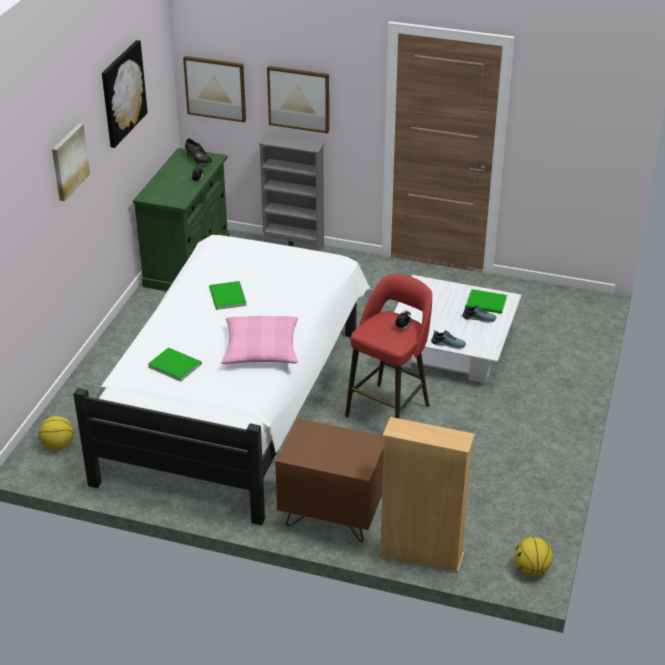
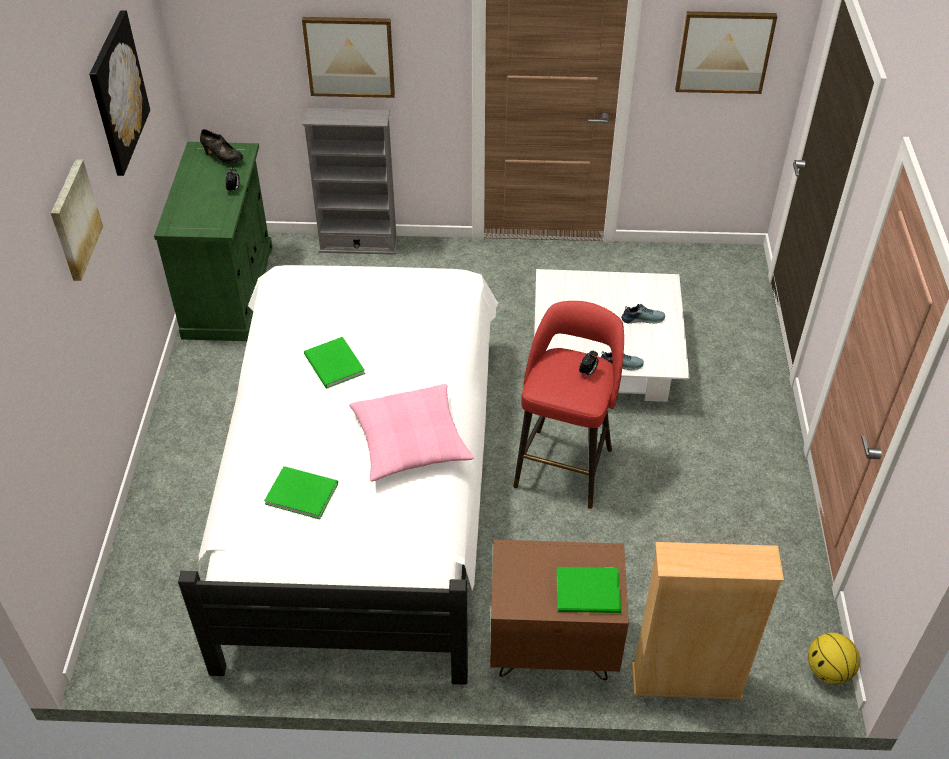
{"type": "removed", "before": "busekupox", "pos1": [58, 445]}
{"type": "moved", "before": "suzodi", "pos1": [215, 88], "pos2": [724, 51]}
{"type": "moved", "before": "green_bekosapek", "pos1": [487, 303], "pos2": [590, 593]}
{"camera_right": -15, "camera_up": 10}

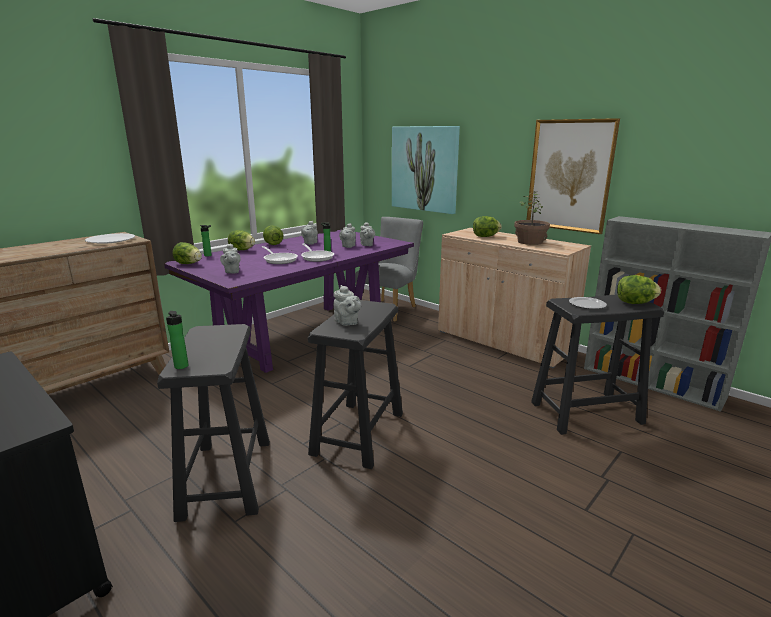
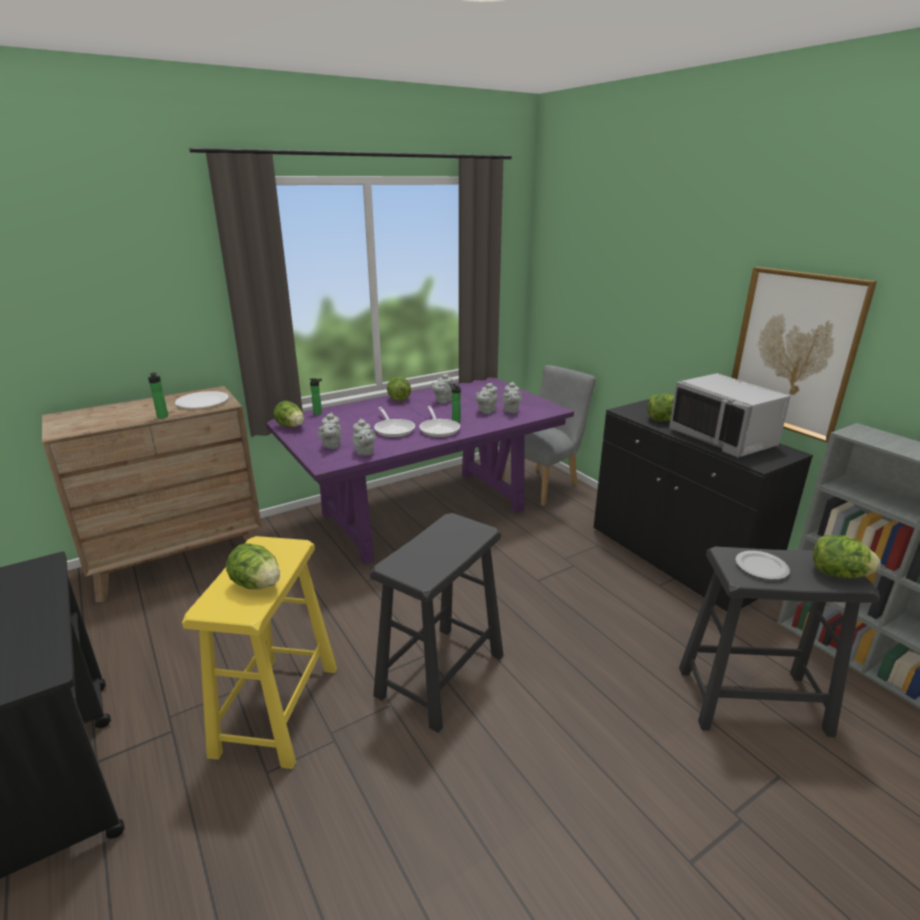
{"type": "removed", "before": "suzodi", "pos1": [425, 169]}
{"type": "moved", "before": "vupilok", "pos1": [182, 367], "pos2": [162, 417]}
{"type": "moved", "before": "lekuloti", "pos1": [242, 250], "pos2": [257, 584]}
{"type": "moved", "before": "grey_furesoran", "pos1": [347, 322], "pos2": [364, 452]}
{"type": "replaced", "before": "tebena", "after": "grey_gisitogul", "pos1": [530, 242], "pos2": [723, 438]}
{"type": "recoloured", "before": "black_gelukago", "after": "yellow_gelukago", "pos1": [226, 478], "pos2": [276, 710]}
{"type": "recoloured", "before": "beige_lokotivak", "after": "black_lokotivak", "pos1": [503, 341], "pos2": [676, 558]}
{"camera_right": 15, "camera_up": 5}

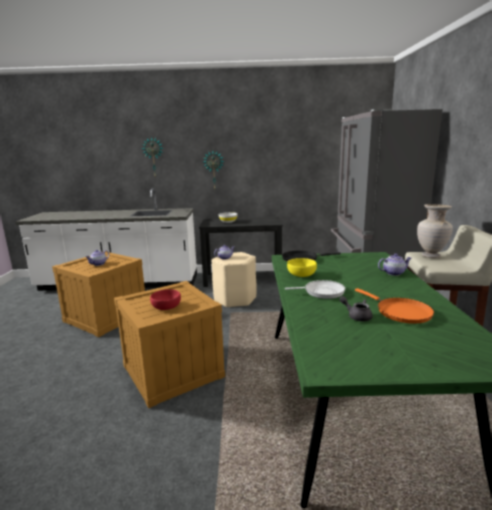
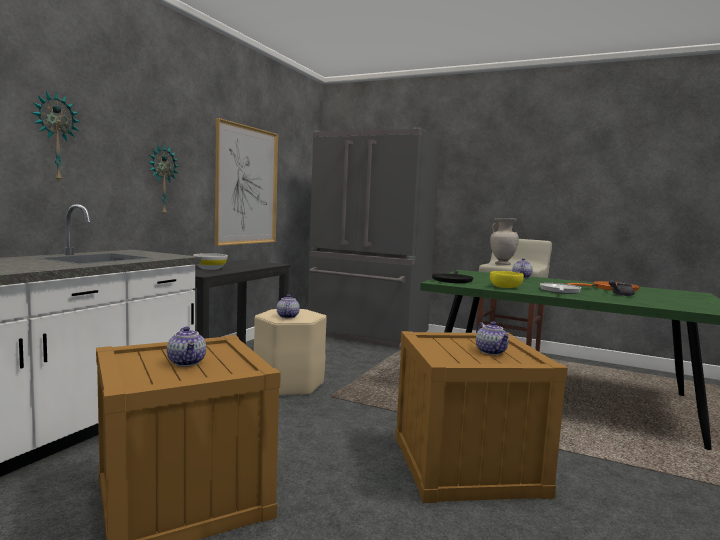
{"type": "added", "after": "suzodi", "pos2": [247, 186]}
{"type": "replaced", "before": "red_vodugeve", "after": "furesoran", "pos1": [167, 307], "pos2": [492, 352]}
{"camera_right": -65, "camera_up": -10}

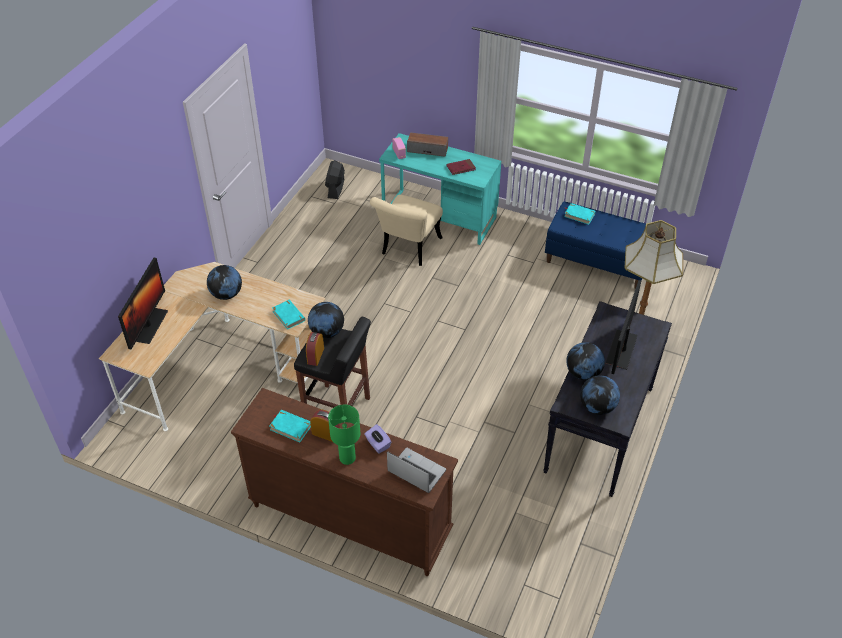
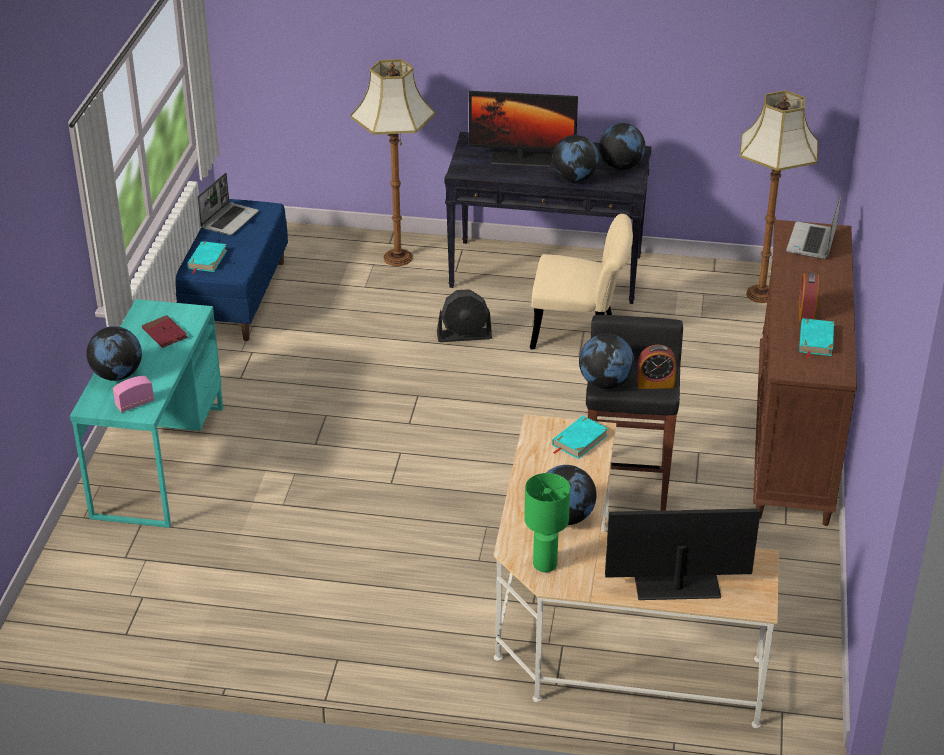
{"type": "removed", "before": "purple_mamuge", "pos1": [378, 444]}
{"type": "added", "after": "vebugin", "pos2": [229, 219]}
{"type": "added", "after": "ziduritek", "pos2": [761, 294]}
{"type": "moved", "before": "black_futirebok", "pos1": [335, 189], "pos2": [464, 335]}
{"type": "moved", "before": "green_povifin", "pos1": [347, 458], "pos2": [544, 565]}
{"type": "moved", "before": "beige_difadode", "pos1": [408, 249], "pos2": [580, 331]}
{"type": "replaced", "before": "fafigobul", "after": "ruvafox", "pos1": [427, 149], "pos2": [117, 375]}
{"camera_right": -105, "camera_up": -10}

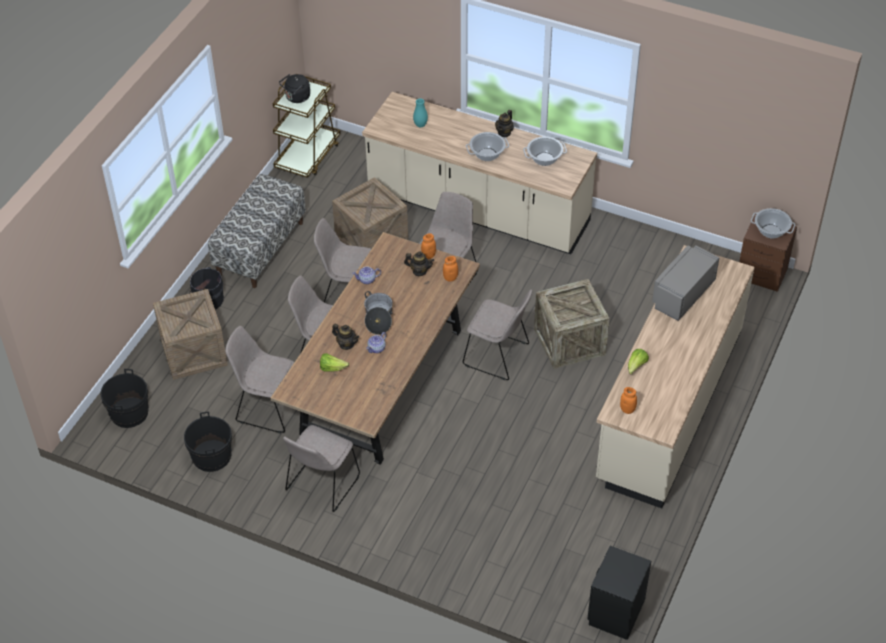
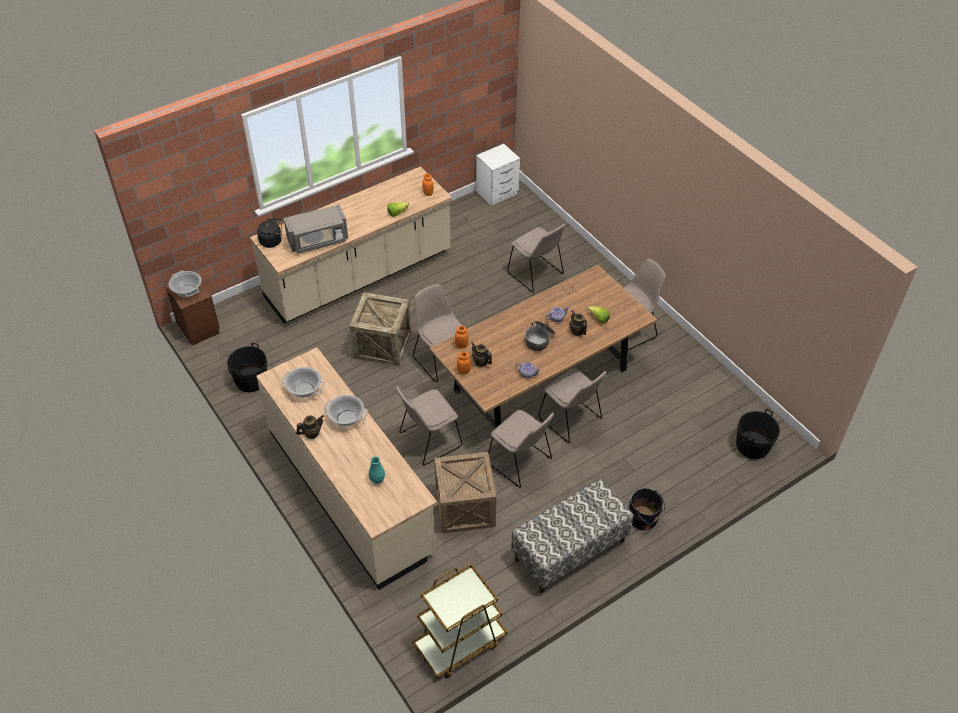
{"type": "removed", "before": "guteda", "pos1": [194, 352]}
{"type": "moved", "before": "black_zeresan", "pos1": [212, 456], "pos2": [251, 380]}
{"type": "moved", "before": "beige_difadode", "pos1": [267, 407], "pos2": [536, 274]}
{"type": "moved", "before": "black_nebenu", "pos1": [296, 98], "pos2": [272, 241]}
{"type": "recoloured", "before": "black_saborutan", "after": "white_saborutan", "pos1": [615, 612], "pos2": [498, 193]}
{"camera_right": -150, "camera_up": 0}

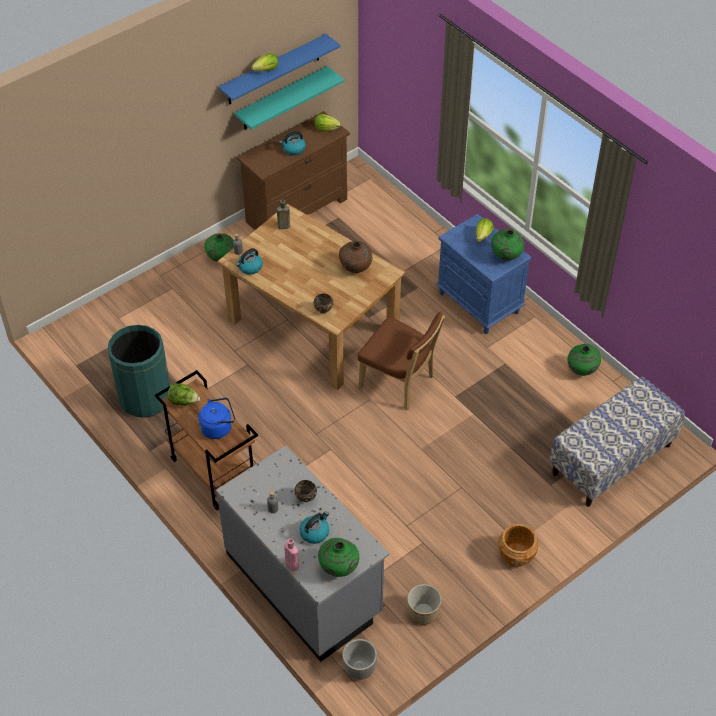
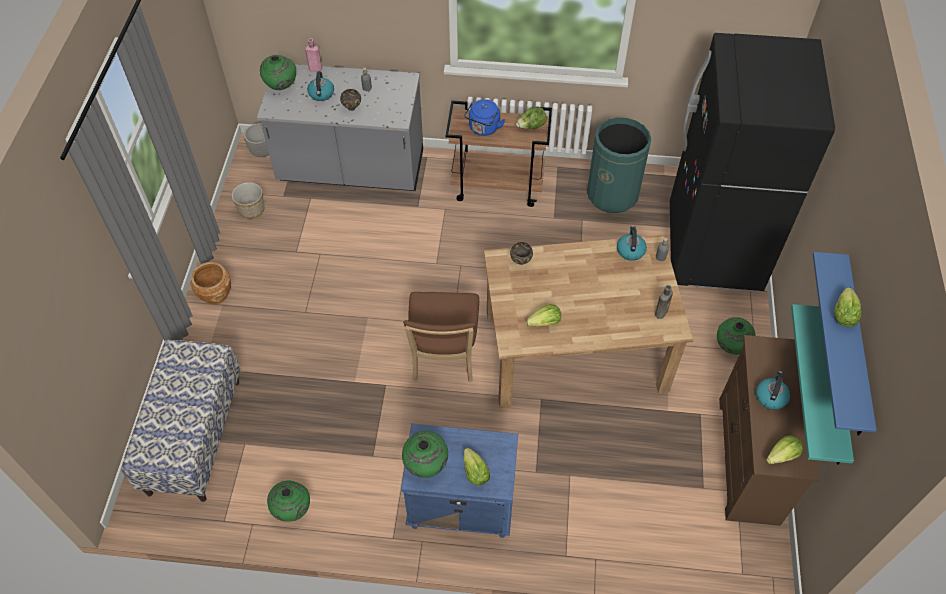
{"type": "added", "after": "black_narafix", "pos2": [713, 249]}
{"type": "replaced", "before": "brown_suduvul", "after": "lekuloti", "pos1": [355, 269], "pos2": [545, 323]}
{"type": "turned", "before": "brown_difadode", "pos1": [399, 384], "pos2": [443, 358], "turn": -75}
{"camera_right": 135, "camera_up": 5}

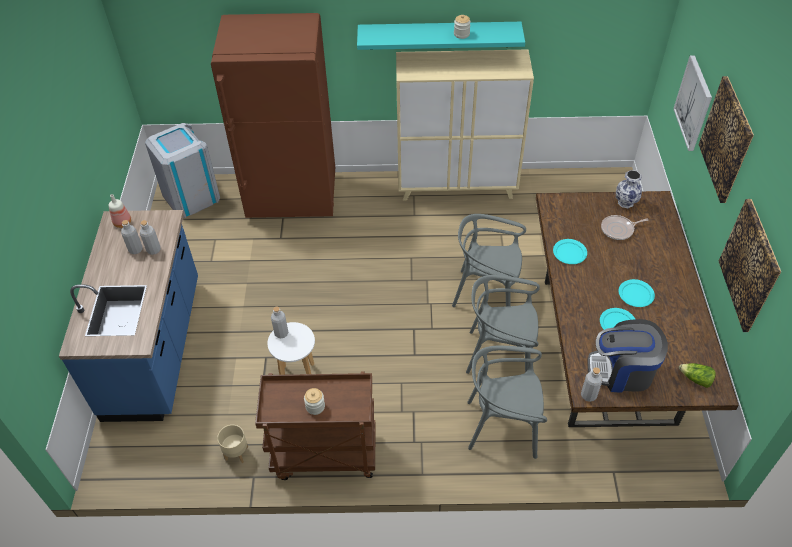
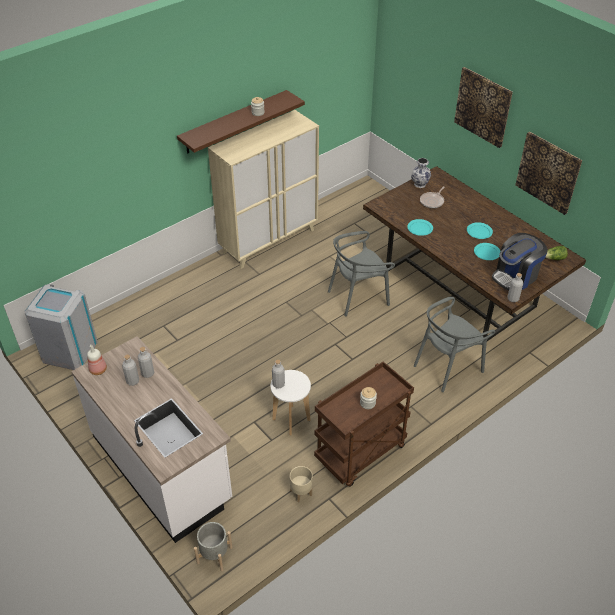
{"type": "removed", "before": "brown_narafix", "pos1": [293, 198]}
{"type": "removed", "before": "grey_difadode", "pos1": [500, 355]}
{"type": "removed", "before": "suzodi", "pos1": [694, 103]}
{"type": "added", "after": "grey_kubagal", "pos2": [214, 555]}
{"type": "recoloured", "before": "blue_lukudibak", "after": "white_lukudibak", "pos1": [155, 348], "pos2": [162, 468]}
{"type": "recoloured", "before": "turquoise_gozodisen", "after": "brown_gozodisen", "pos1": [439, 35], "pos2": [234, 122]}
{"camera_right": -40, "camera_up": -5}

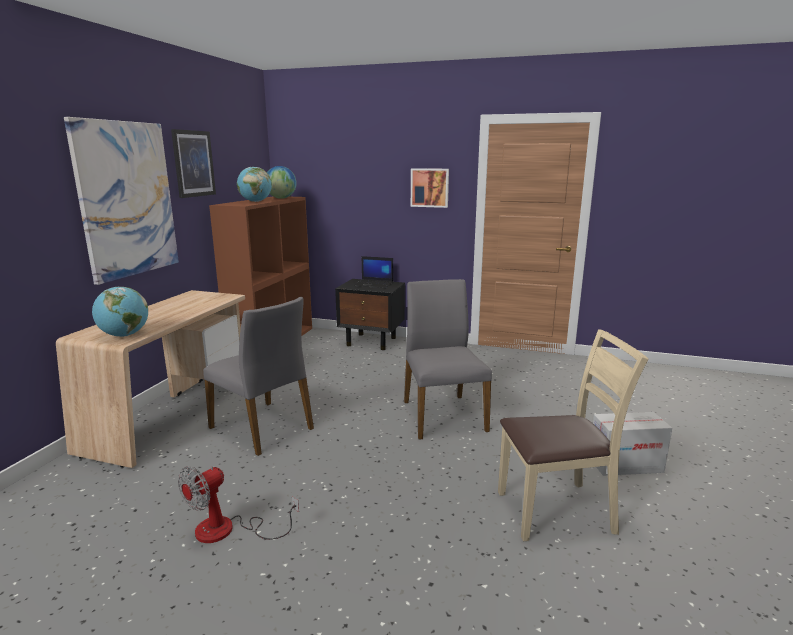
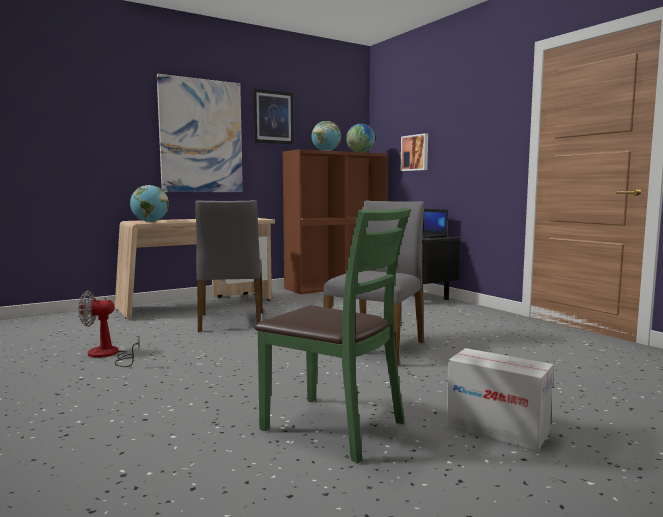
{"type": "moved", "before": "suzodi", "pos1": [430, 187], "pos2": [415, 153]}
{"type": "recoloured", "before": "beige_difadode", "after": "green_difadode", "pos1": [556, 511], "pos2": [334, 427]}
{"camera_right": 40, "camera_up": -10}

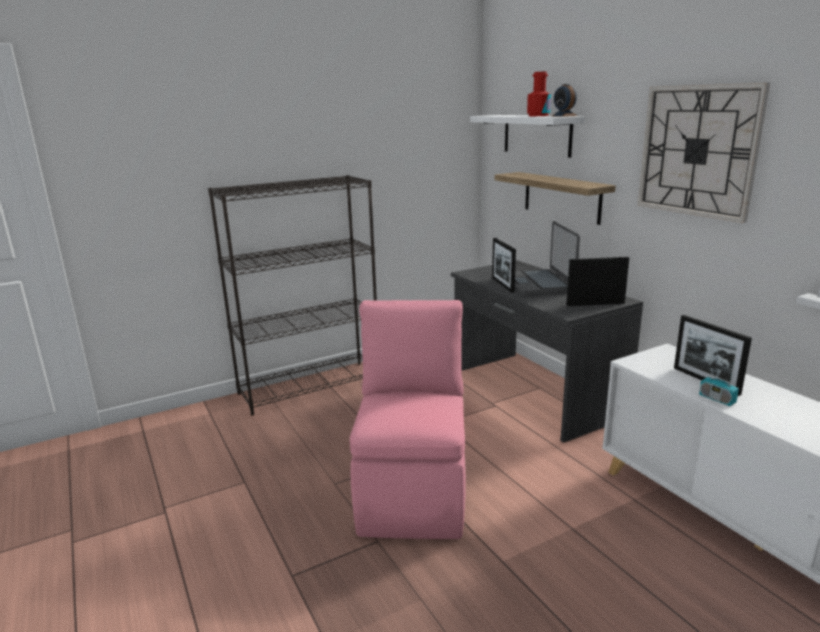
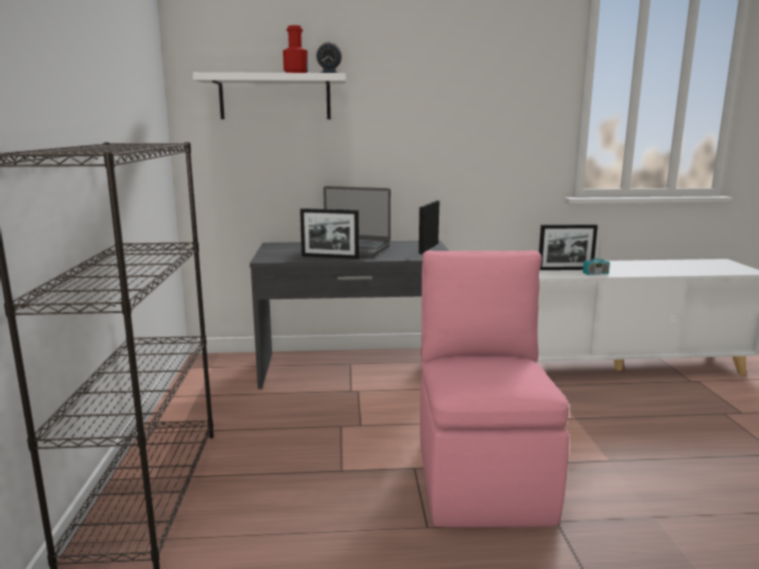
{"type": "removed", "before": "gozodisen", "pos1": [561, 197]}
{"type": "removed", "before": "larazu", "pos1": [697, 151]}
{"type": "turned", "before": "pink_difadode", "pos1": [413, 493], "pos2": [482, 477], "turn": 60}
{"camera_right": -65, "camera_up": -5}

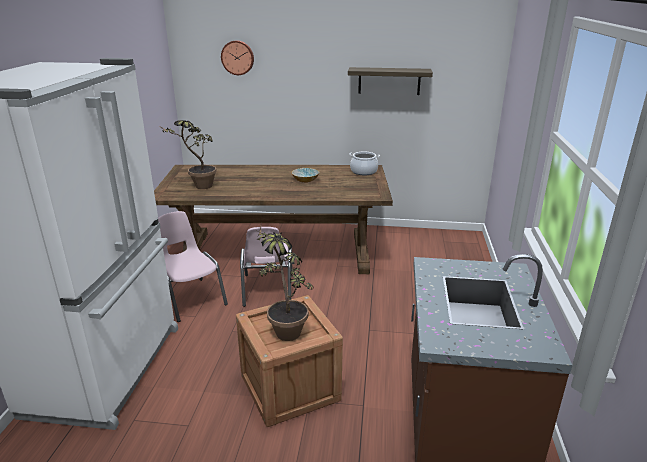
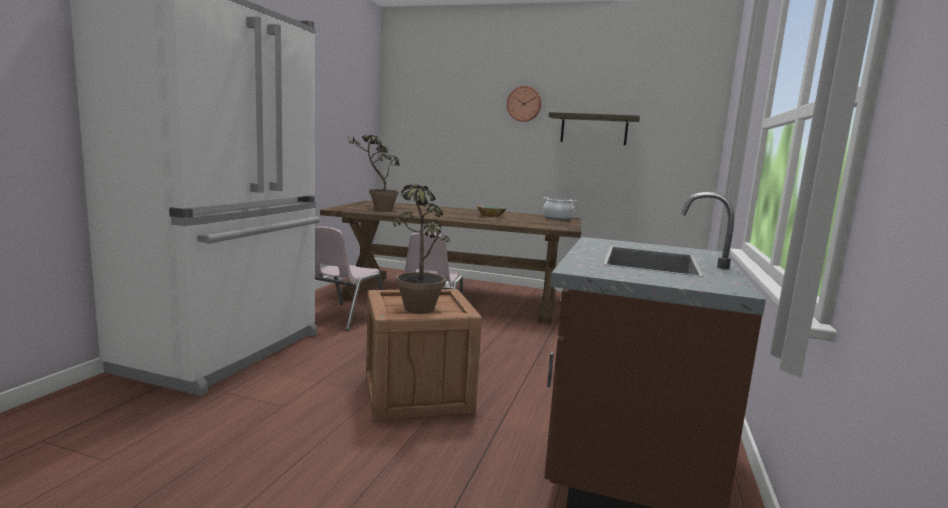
{"type": "moved", "before": "larazu", "pos1": [238, 57], "pos2": [524, 104]}
{"type": "turned", "before": "pink_difadode", "pos1": [191, 299], "pos2": [344, 317], "turn": -135}
{"camera_right": 10, "camera_up": -15}

